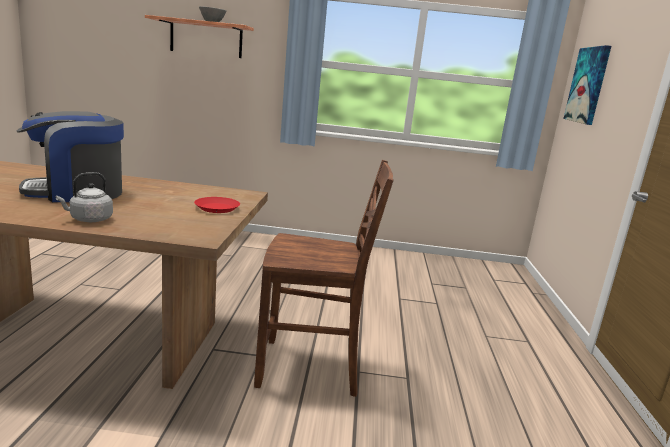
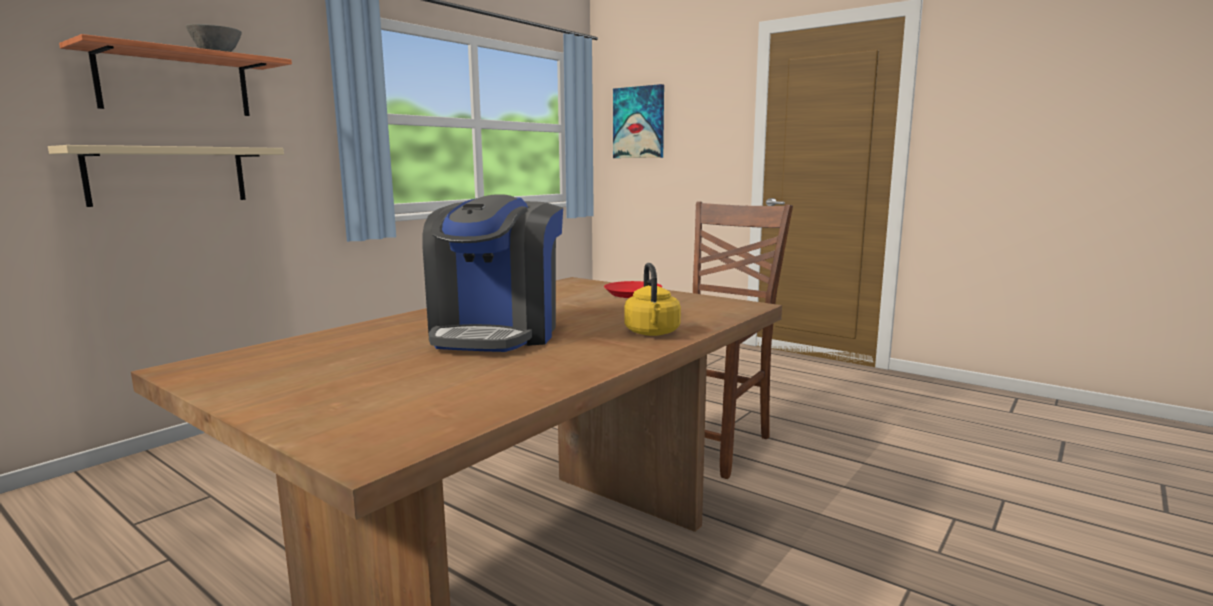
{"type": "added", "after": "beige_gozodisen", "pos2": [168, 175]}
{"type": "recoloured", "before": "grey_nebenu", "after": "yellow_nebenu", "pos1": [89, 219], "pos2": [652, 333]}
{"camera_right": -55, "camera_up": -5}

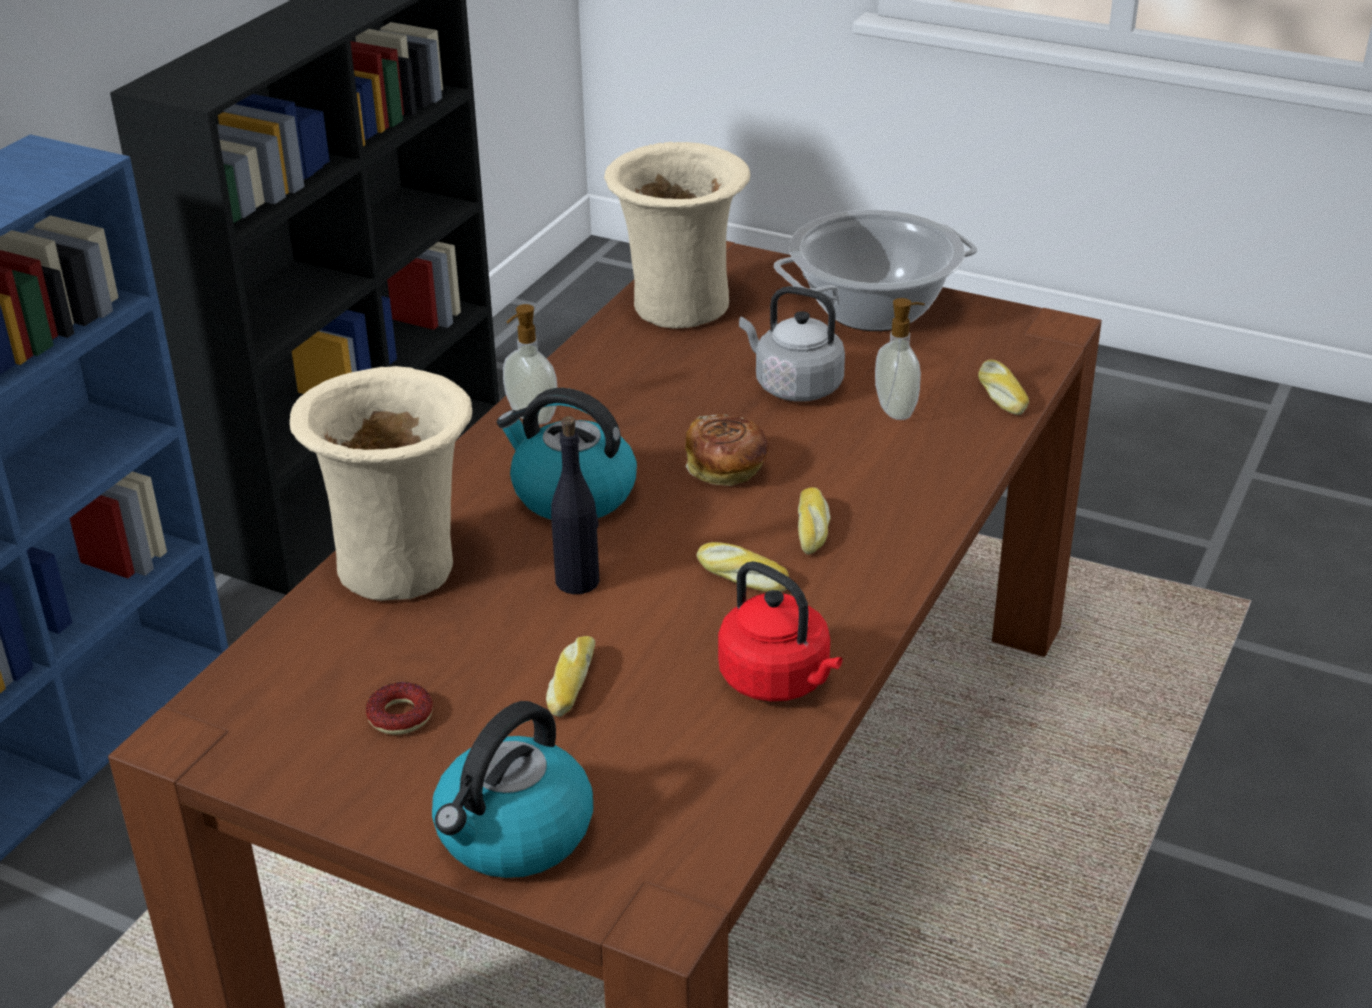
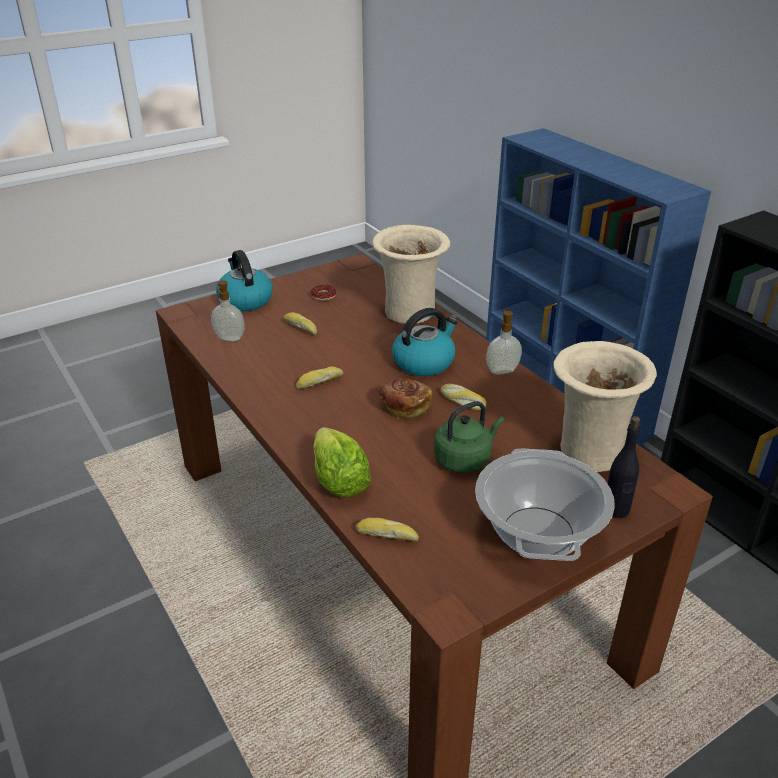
{"type": "removed", "before": "red_nebenu", "pos1": [779, 681]}
{"type": "added", "after": "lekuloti", "pos2": [339, 481]}
{"type": "moved", "before": "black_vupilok", "pos1": [578, 581], "pos2": [616, 509]}
{"type": "moved", "before": "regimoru", "pos1": [813, 529], "pos2": [462, 402]}
{"type": "moved", "before": "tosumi", "pos1": [897, 410], "pos2": [229, 338]}
{"type": "recoloured", "before": "grey_nebenu", "after": "green_nebenu", "pos1": [794, 386], "pos2": [465, 459]}
{"camera_right": 120, "camera_up": 0}

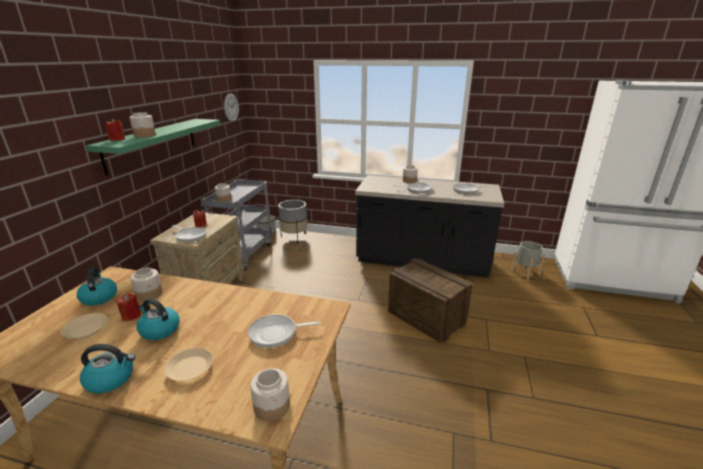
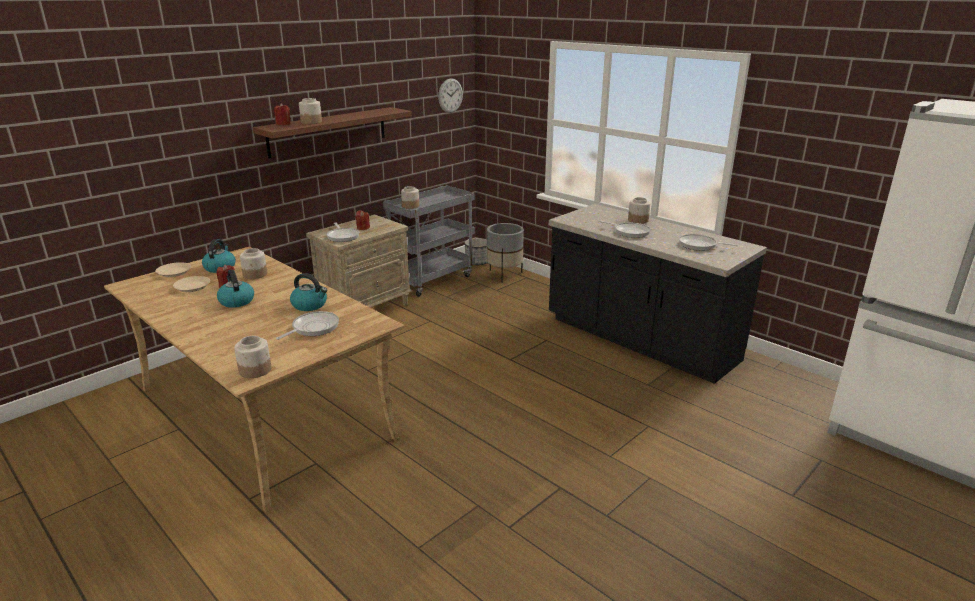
{"type": "removed", "before": "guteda", "pos1": [425, 317]}
{"type": "removed", "before": "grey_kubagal", "pos1": [525, 272]}
{"type": "moved", "before": "nebenu", "pos1": [111, 379], "pos2": [310, 305]}
{"type": "moved", "before": "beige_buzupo", "pos1": [190, 368], "pos2": [174, 272]}
{"type": "recoloured", "before": "green_gozodisen", "after": "brown_gozodisen", "pos1": [152, 144], "pos2": [328, 131]}
{"type": "turned", "before": "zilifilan", "pos1": [276, 333], "pos2": [313, 328], "turn": 105}
{"camera_right": 30, "camera_up": 0}

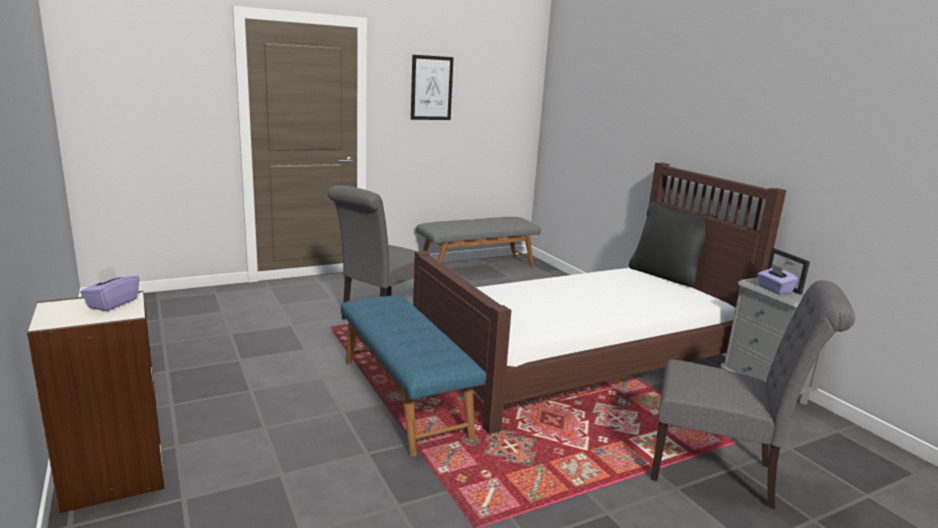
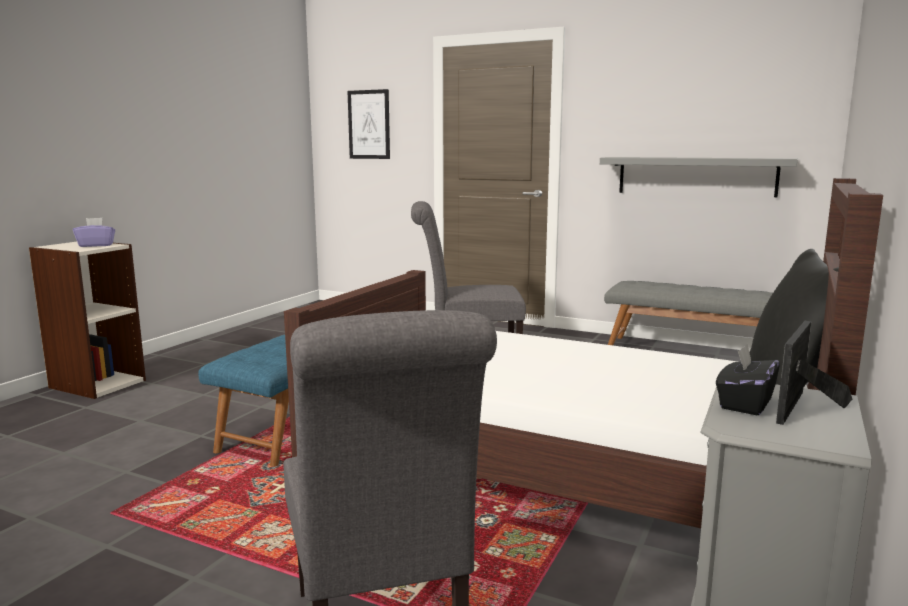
{"type": "added", "after": "grey_gozodisen", "pos2": [696, 176]}
{"type": "moved", "before": "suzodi", "pos1": [431, 88], "pos2": [369, 124]}
{"type": "recoloured", "before": "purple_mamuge", "after": "black_mamuge", "pos1": [774, 290], "pos2": [744, 403]}
{"camera_right": 55, "camera_up": -5}

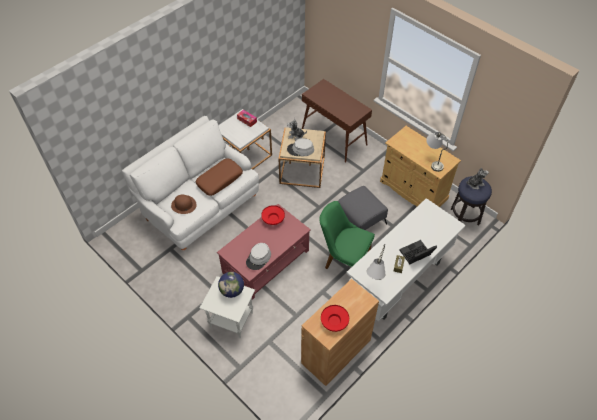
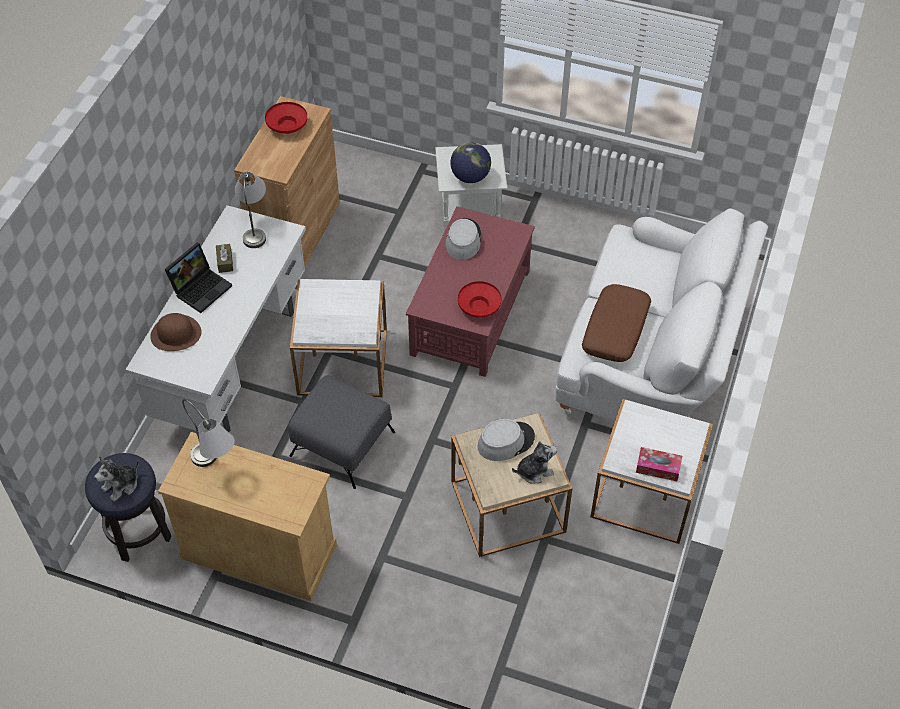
{"type": "removed", "before": "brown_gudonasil", "pos1": [334, 138]}
{"type": "moved", "before": "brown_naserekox", "pos1": [183, 205], "pos2": [176, 333]}
{"type": "replaced", "before": "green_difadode", "after": "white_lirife", "pos1": [343, 260], "pos2": [342, 362]}
{"camera_right": 155, "camera_up": 0}

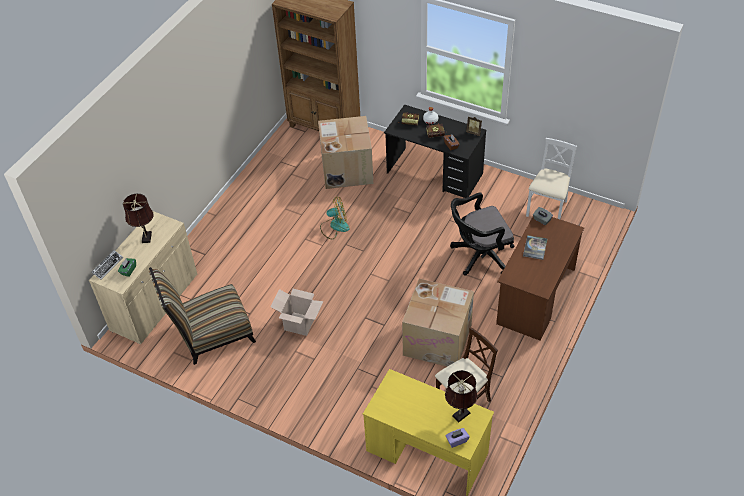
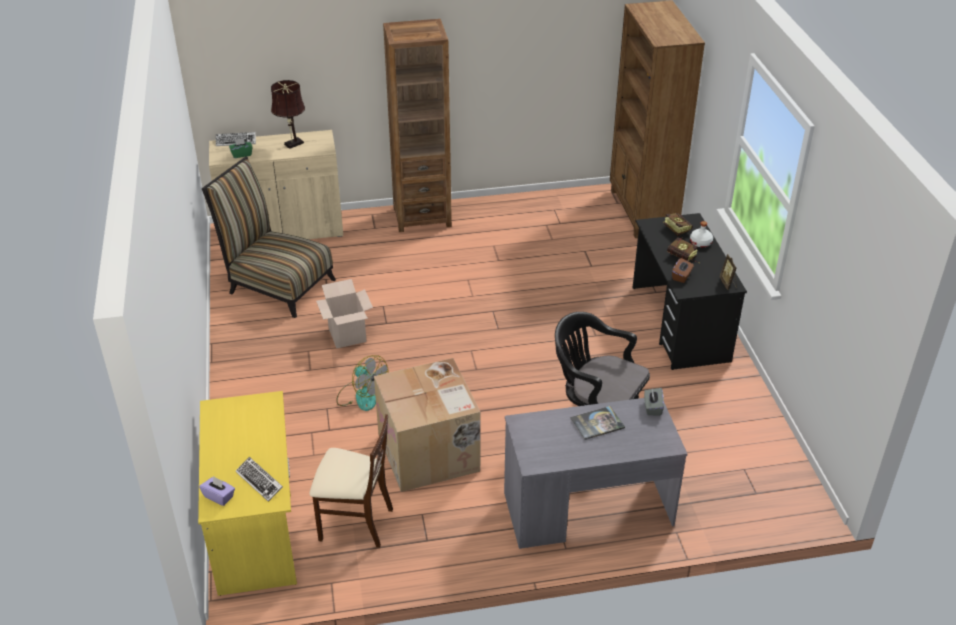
{"type": "removed", "before": "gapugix", "pos1": [346, 169]}
{"type": "removed", "before": "white_difadode", "pos1": [547, 209]}
{"type": "added", "after": "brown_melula", "pos2": [422, 217]}
{"type": "moved", "before": "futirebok", "pos1": [334, 226], "pos2": [361, 395]}
{"type": "replaced", "before": "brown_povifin", "after": "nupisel", "pos1": [459, 415], "pos2": [259, 481]}
{"type": "recoloured", "before": "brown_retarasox", "after": "grey_retarasox", "pos1": [536, 296], "pos2": [587, 509]}
{"camera_right": 50, "camera_up": -10}

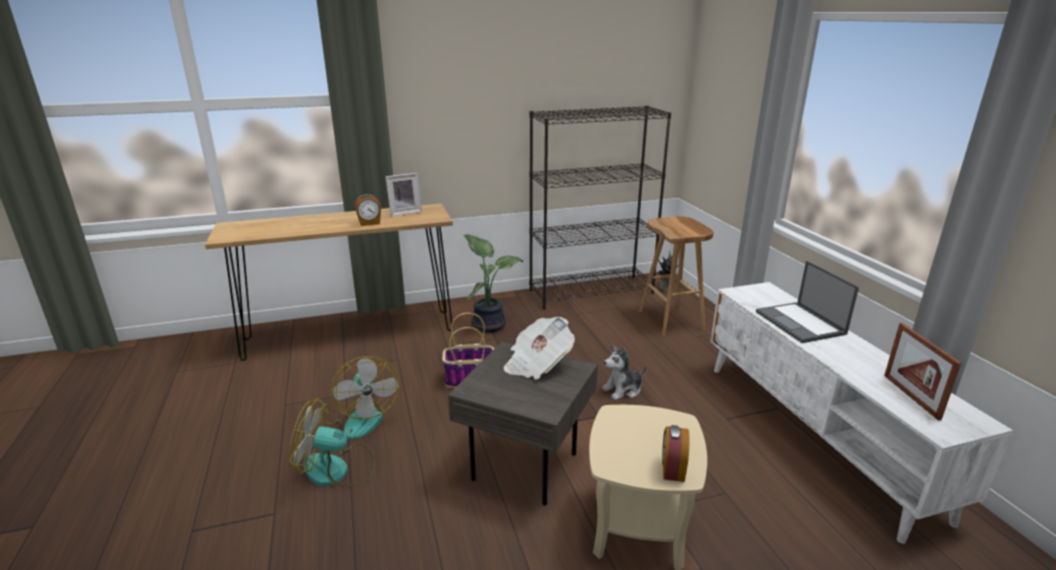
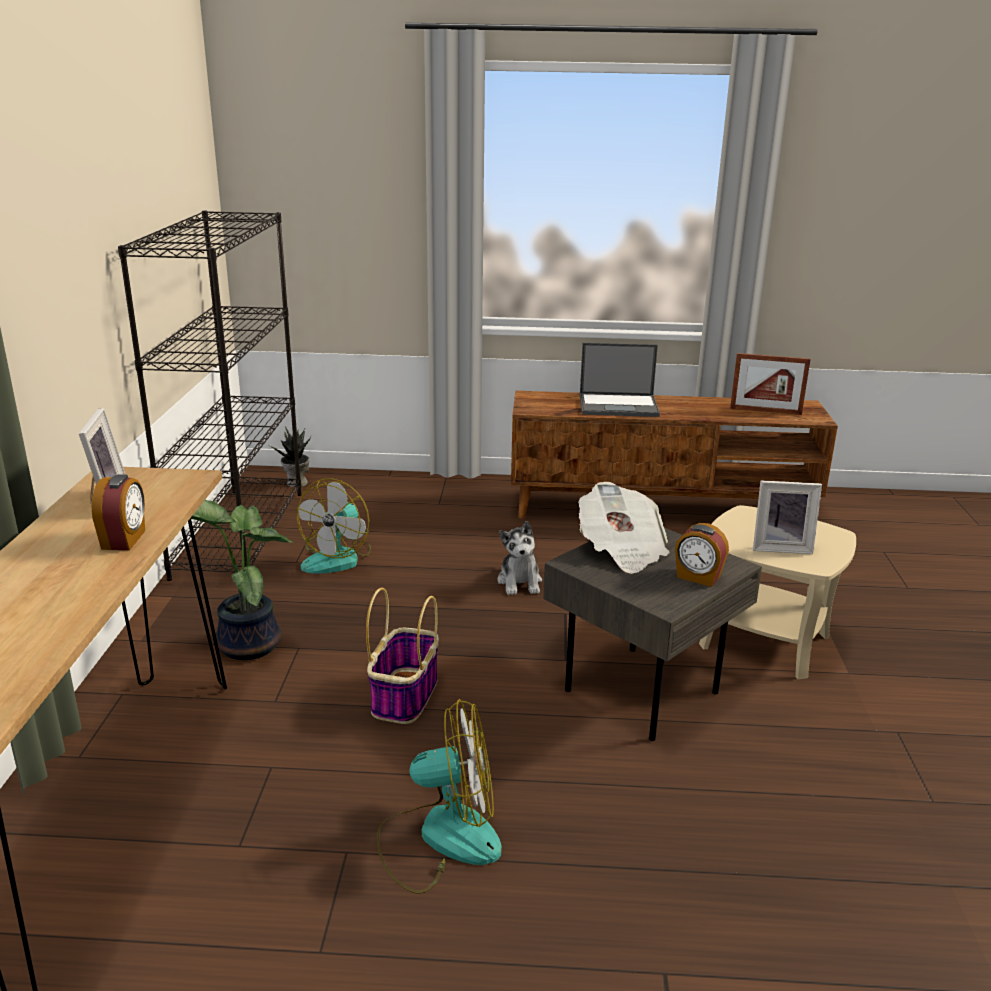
{"type": "removed", "before": "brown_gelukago", "pos1": [672, 320]}
{"type": "added", "after": "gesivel", "pos2": [780, 547]}
{"type": "moved", "before": "futirebok", "pos1": [337, 470], "pos2": [338, 557]}
{"type": "moved", "before": "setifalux", "pos1": [672, 469], "pos2": [698, 577]}
{"type": "recoloured", "before": "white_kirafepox", "after": "brown_kirafepox", "pos1": [815, 435], "pos2": [660, 509]}
{"camera_right": -70, "camera_up": 0}

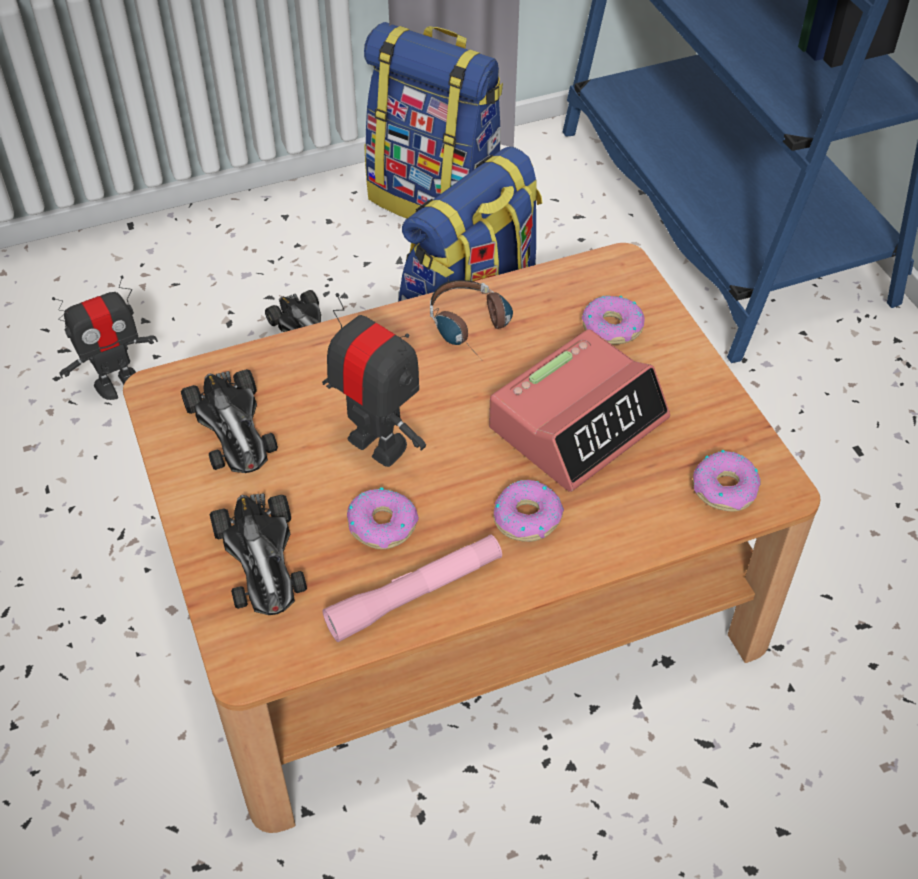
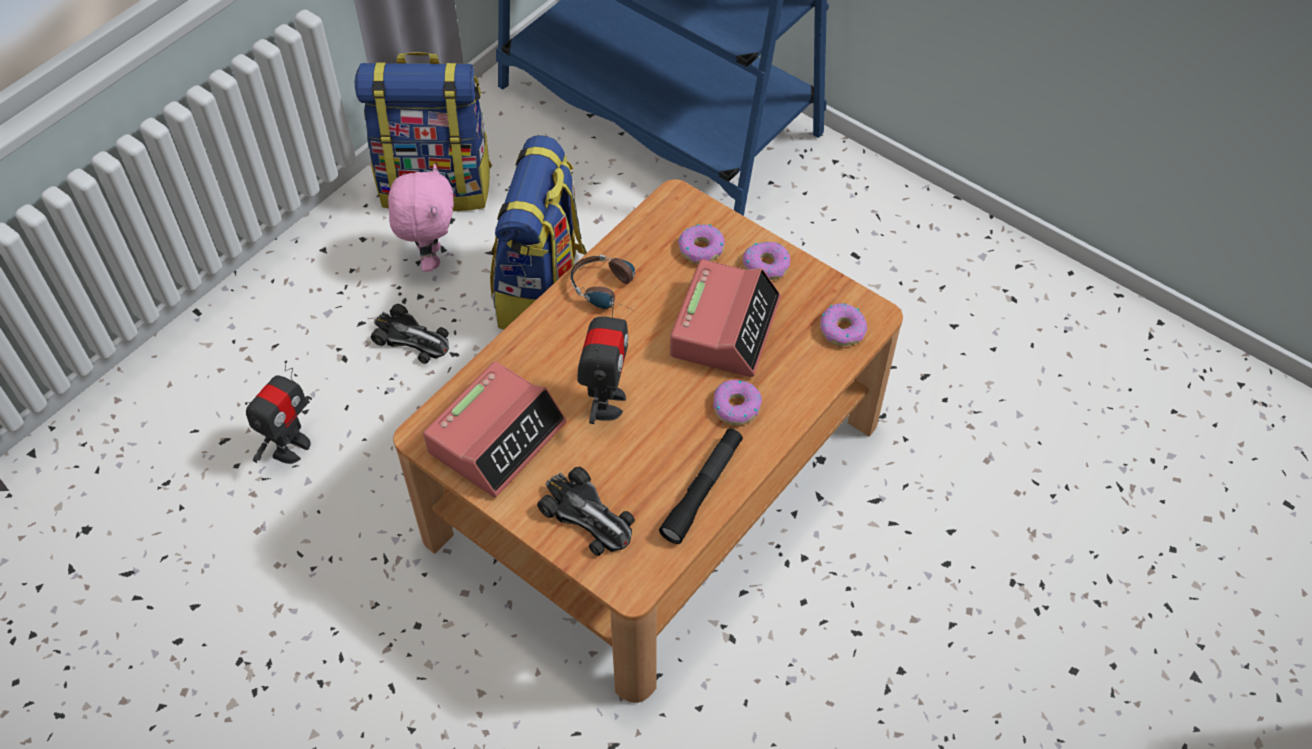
{"type": "added", "after": "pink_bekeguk", "pos2": [430, 257]}
{"type": "moved", "before": "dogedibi", "pos1": [382, 524], "pos2": [766, 265]}
{"type": "replaced", "before": "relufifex", "after": "setifalux", "pos1": [231, 426], "pos2": [497, 437]}
{"type": "recoloured", "before": "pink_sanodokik", "after": "black_sanodokik", "pos1": [415, 594], "pos2": [702, 490]}
{"type": "turned", "before": "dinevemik", "pos1": [377, 444], "pos2": [606, 402], "turn": 90}
{"camera_right": -30, "camera_up": 5}

